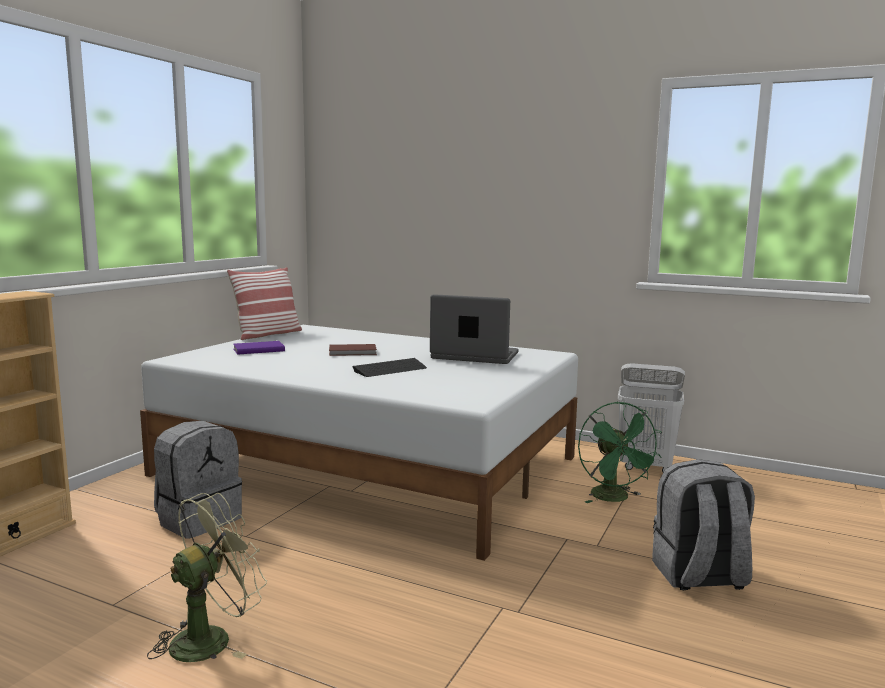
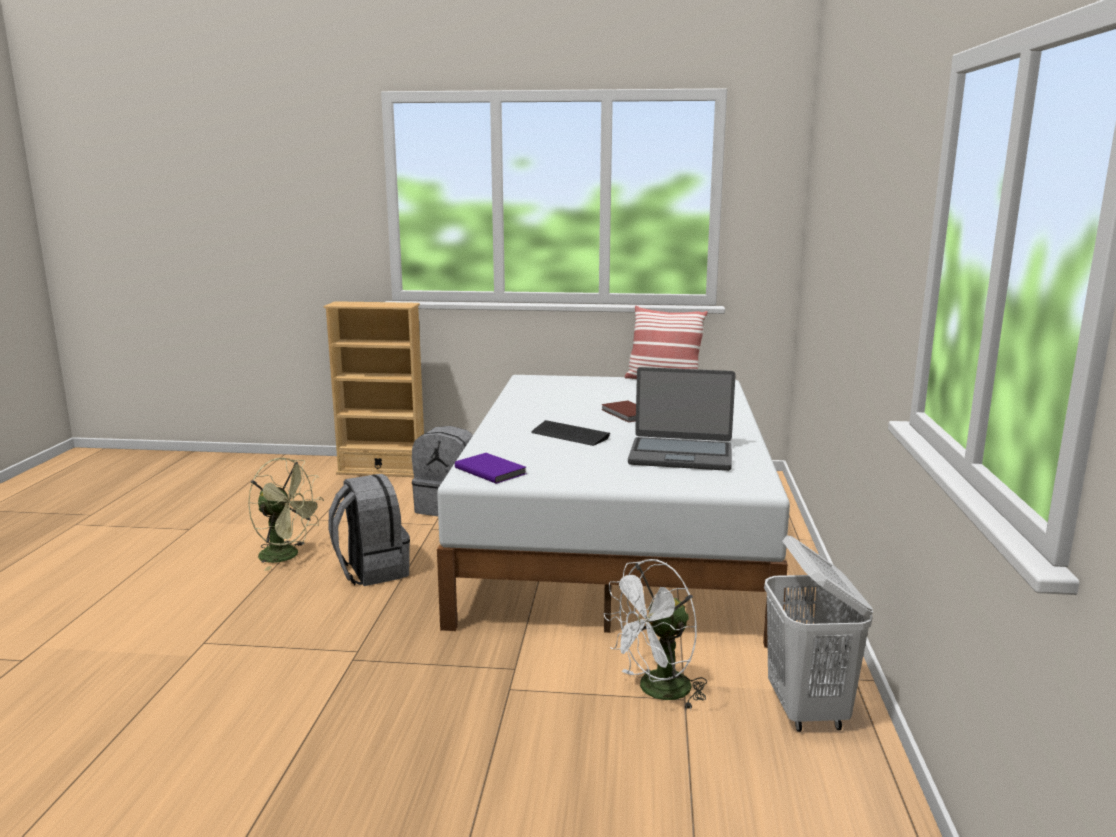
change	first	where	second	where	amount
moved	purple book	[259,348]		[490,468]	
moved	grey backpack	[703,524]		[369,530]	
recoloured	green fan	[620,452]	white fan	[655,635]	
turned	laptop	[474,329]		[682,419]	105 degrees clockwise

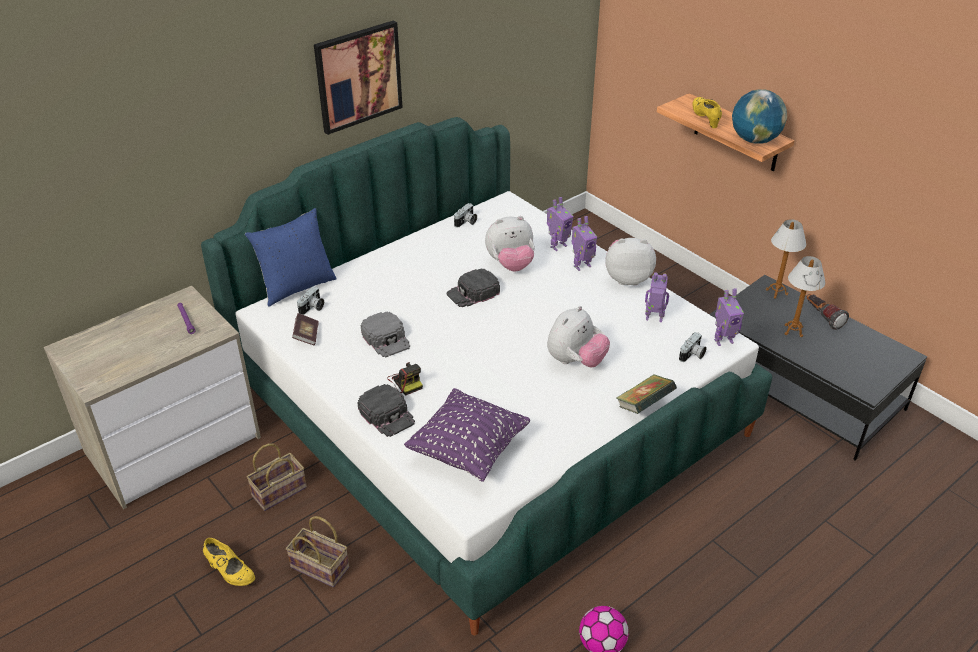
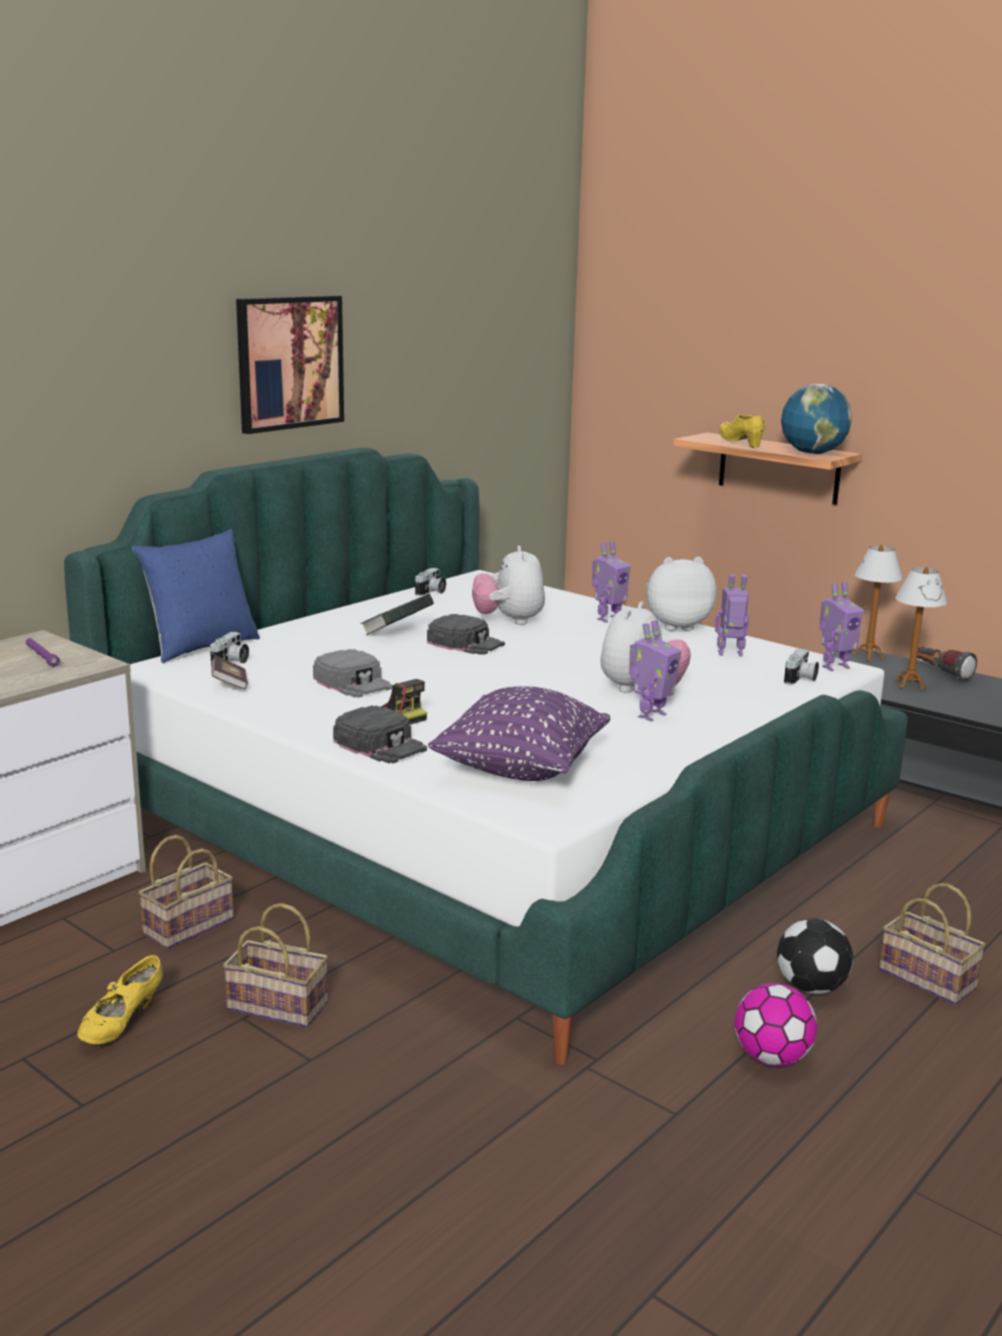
change	first	where	second	where	amount
added			football	[815,956]	
added			basket	[932,944]	
moved	toy robot	[560,224]		[655,670]	
moved	book	[646,394]		[397,615]	
turned	yellow shoe	[229,562]		[120,1000]	90 degrees clockwise
turned	black cap	[473,287]		[466,634]	105 degrees counterclockwise
turned	plush toy	[510,243]		[508,585]	105 degrees clockwise

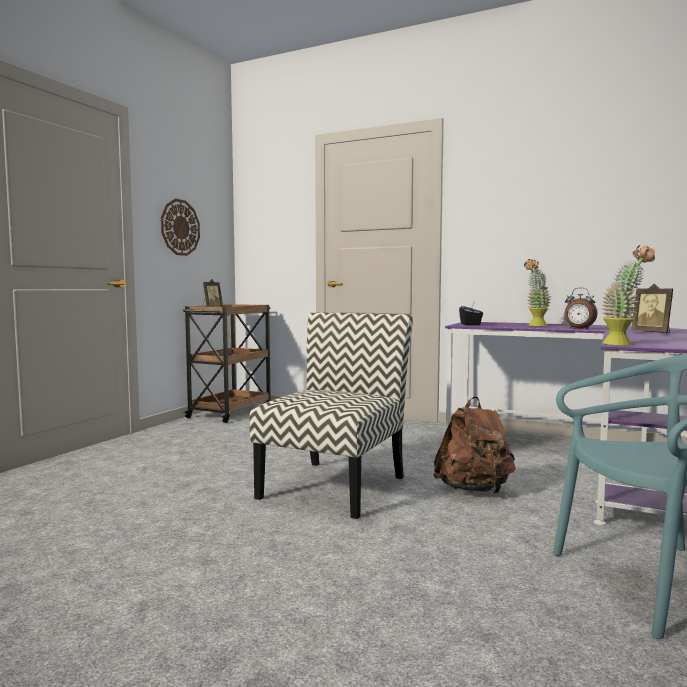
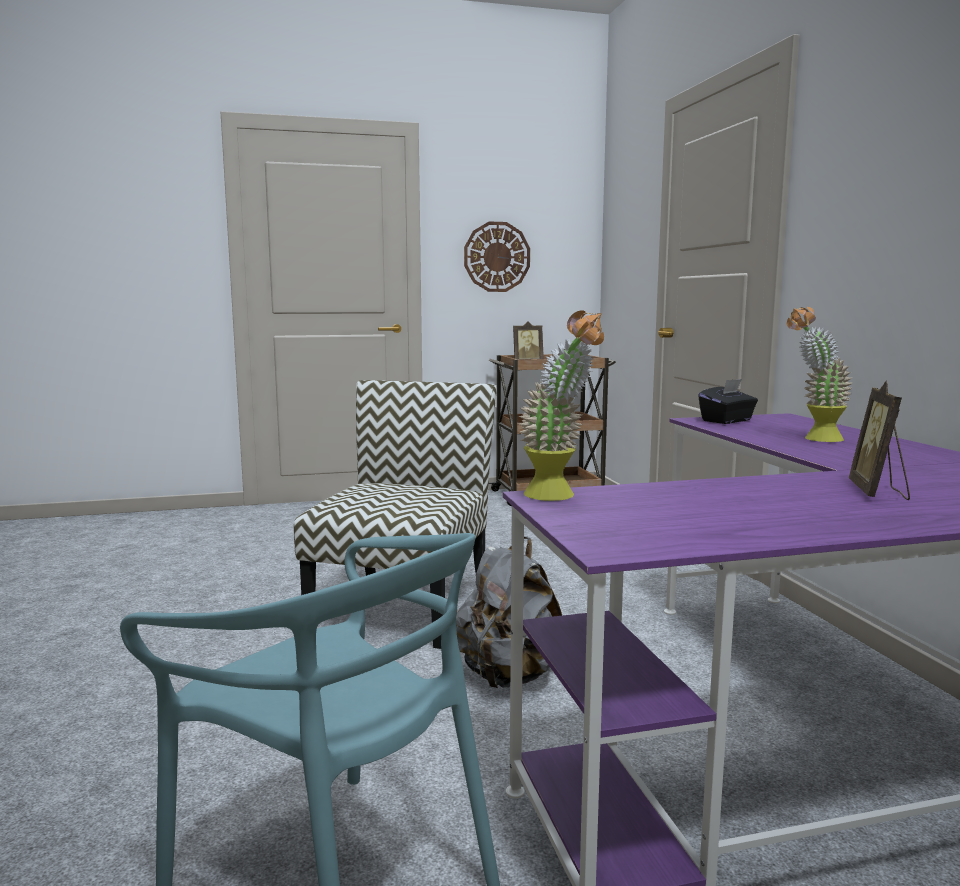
change	first	where	second	where	amount
removed	alarm clock	[581,308]			
recoloured	brown backpack	[474,445]	grey backpack	[509,612]	
turned	chair	[331,415]		[395,514]	60 degrees counterclockwise

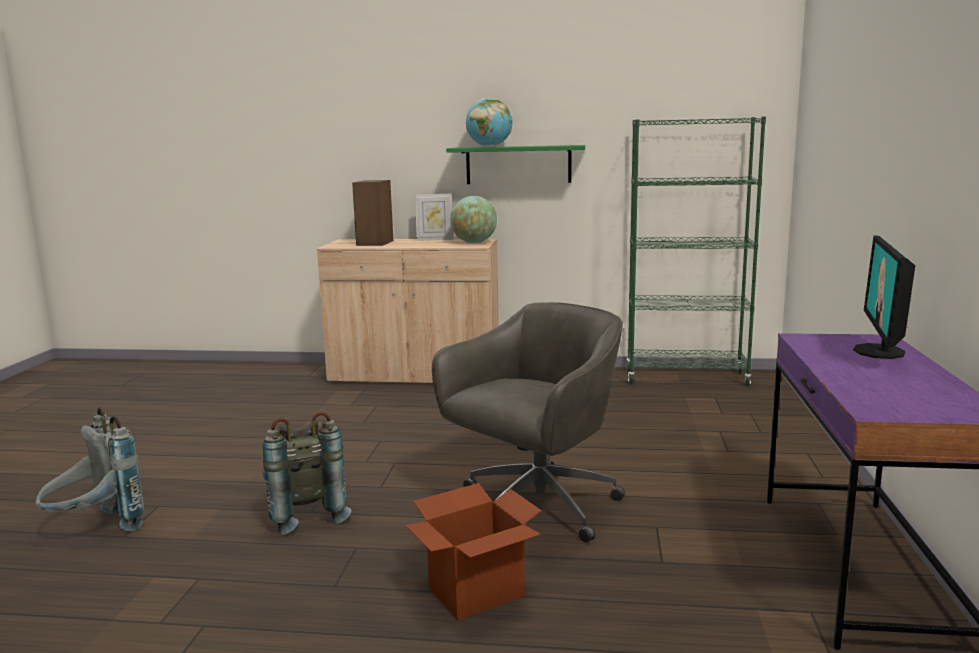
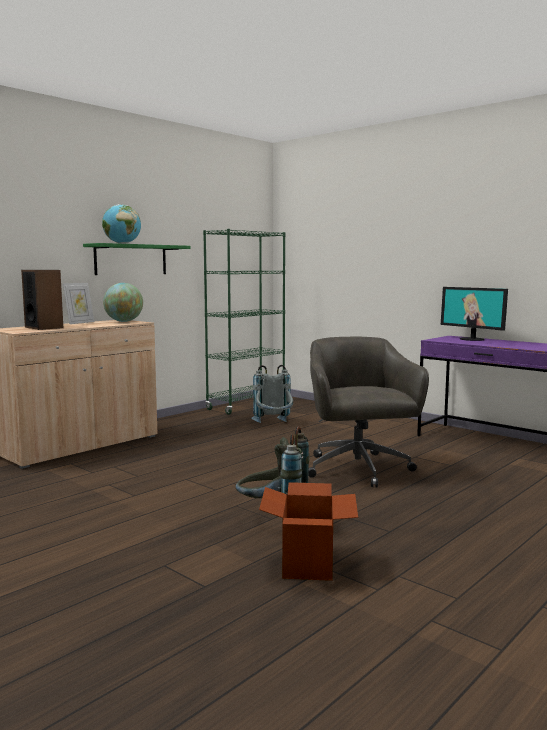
change	first	where	second	where	amount
moved	grey backpack	[89,469]		[272,394]	
moved	cardboard box	[473,551]		[308,531]	

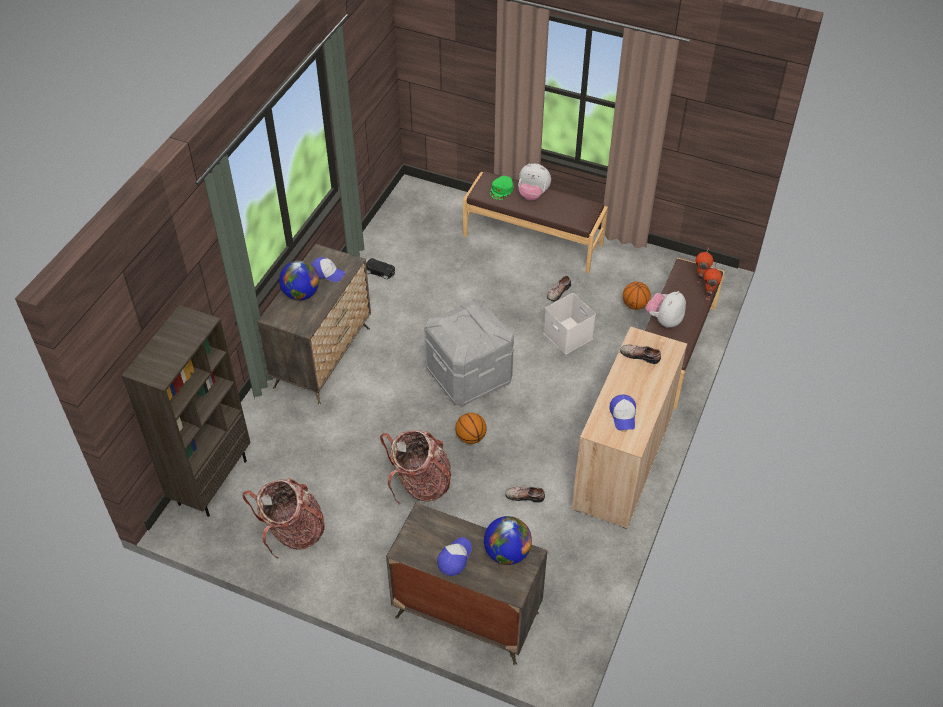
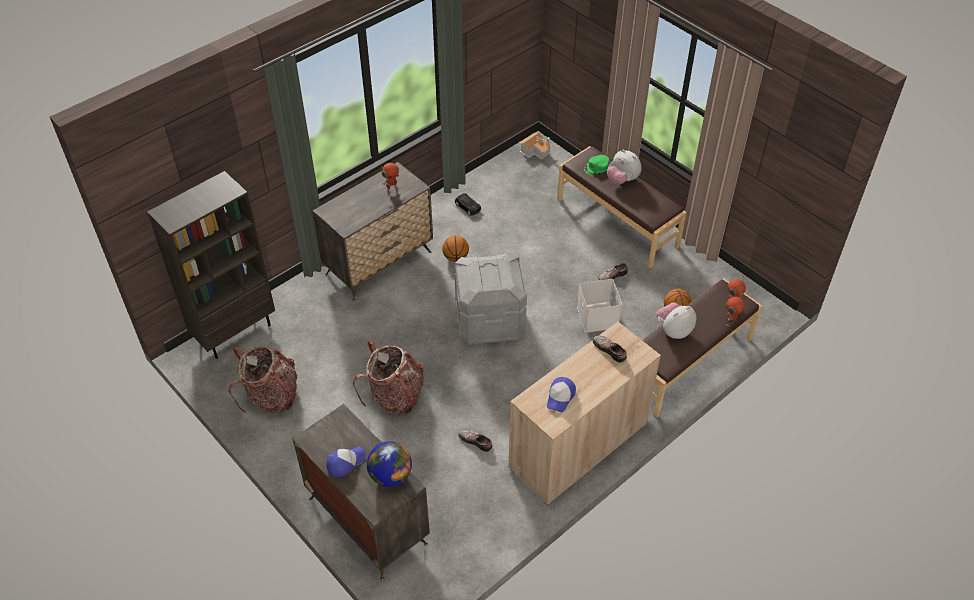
change	first	where	second	where	amount
removed	globe	[299,280]			
added			toy house	[535,146]	
moved	basketball	[471,428]		[455,248]	
replaced	cap	[328,269]	toy robot	[390,178]	

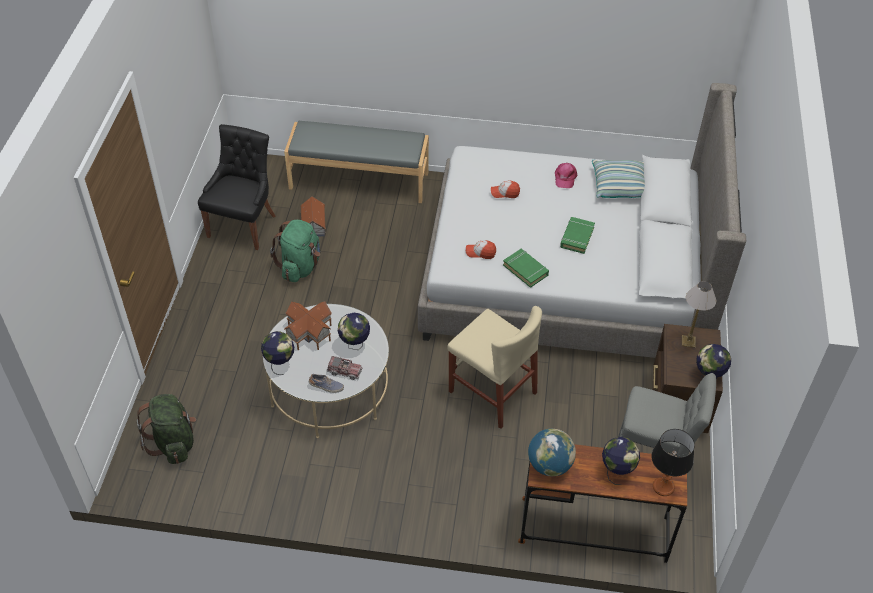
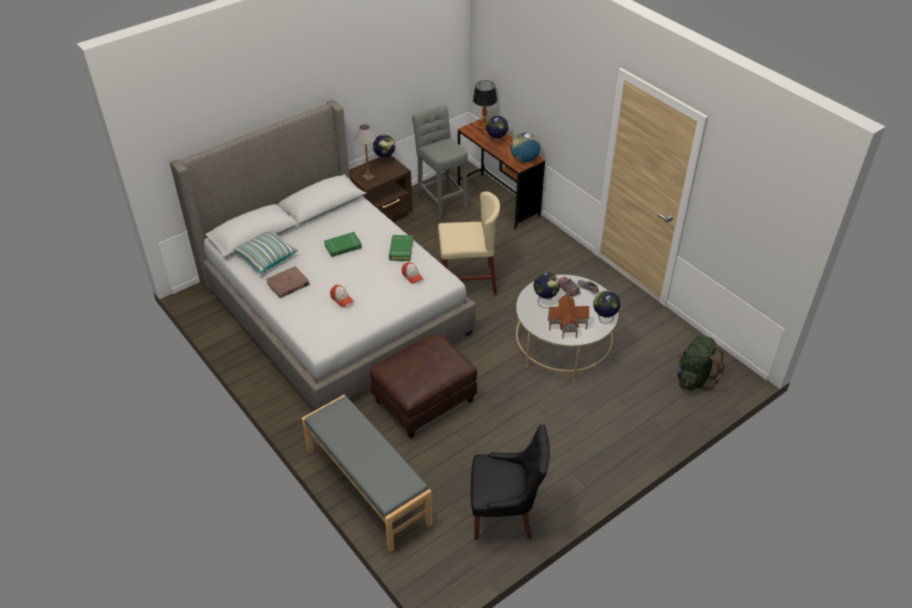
change	first	where	second	where	amount
removed	green backpack	[295,251]			
removed	toy house	[313,216]			
added			brown ottoman	[423,385]	
replaced	pink cap	[566,175]	brown book	[288,282]	
turned	black chair	[237,187]		[510,482]	150 degrees counterclockwise
turned	beige chair	[494,367]		[469,243]	90 degrees clockwise

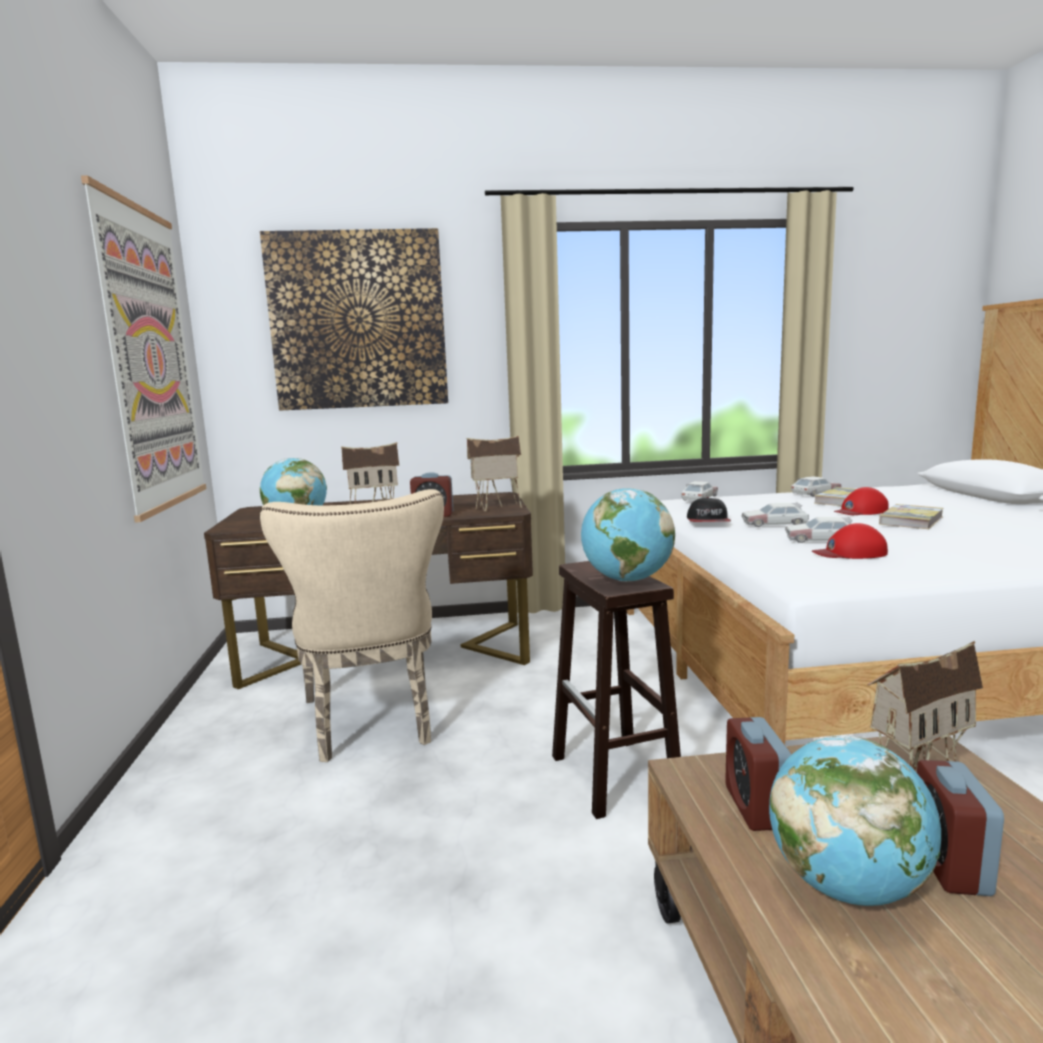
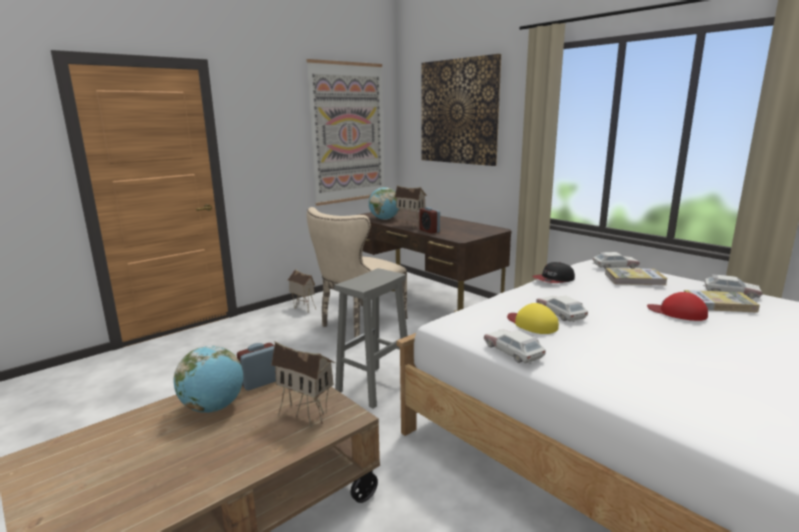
change	first	where	second	where	amount
removed	globe	[628,535]			
removed	alarm clock	[960,828]			
moved	toy house	[494,474]		[302,291]	
moved	toy car	[775,514]		[515,346]	
moved	book	[911,516]		[636,276]	
recoloured	brown stool	[616,690]	grey stool	[371,338]	
recoloured	red cap	[850,541]	yellow cap	[533,318]	

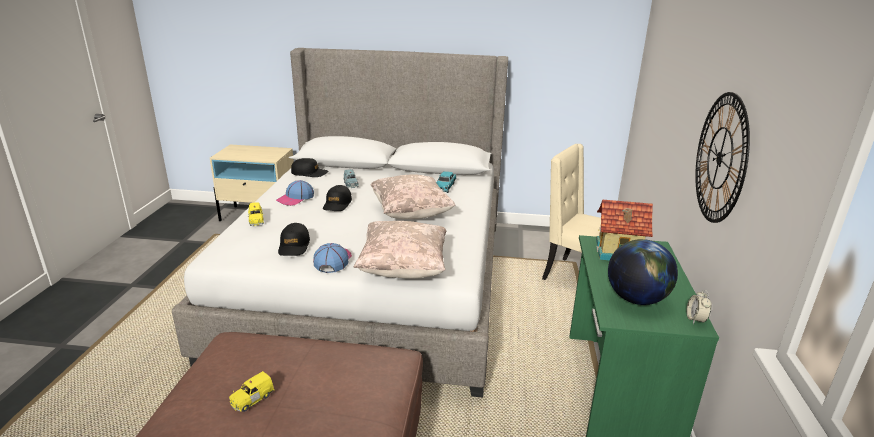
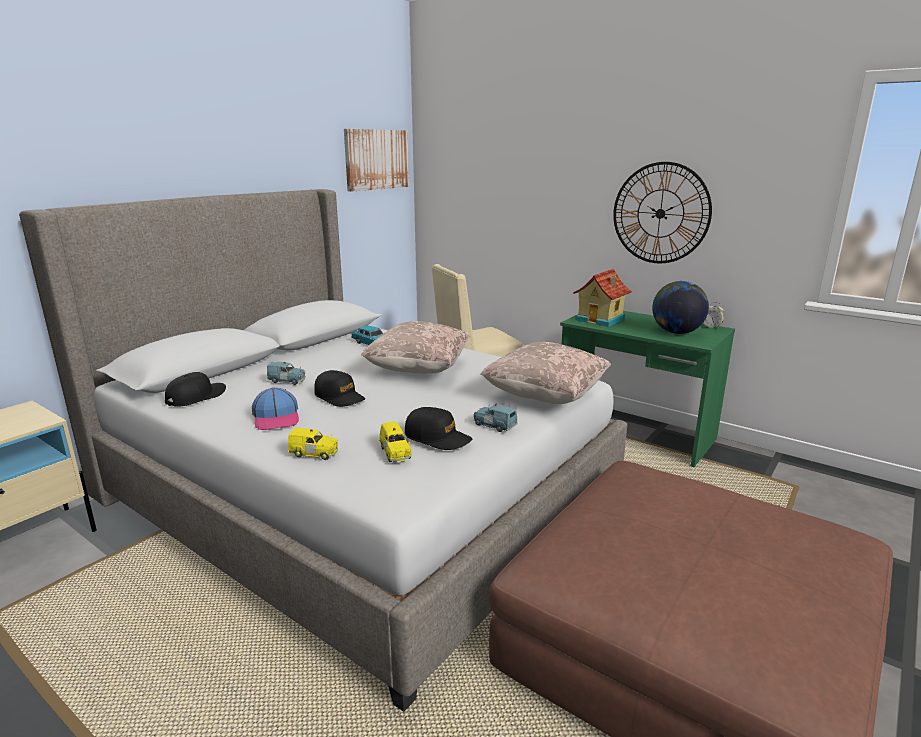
change	first	where	second	where	amount
added			picture	[376,160]	
moved	yellow toy car	[251,391]		[395,442]	
replaced	cap	[332,258]	blue toy car	[496,418]	

